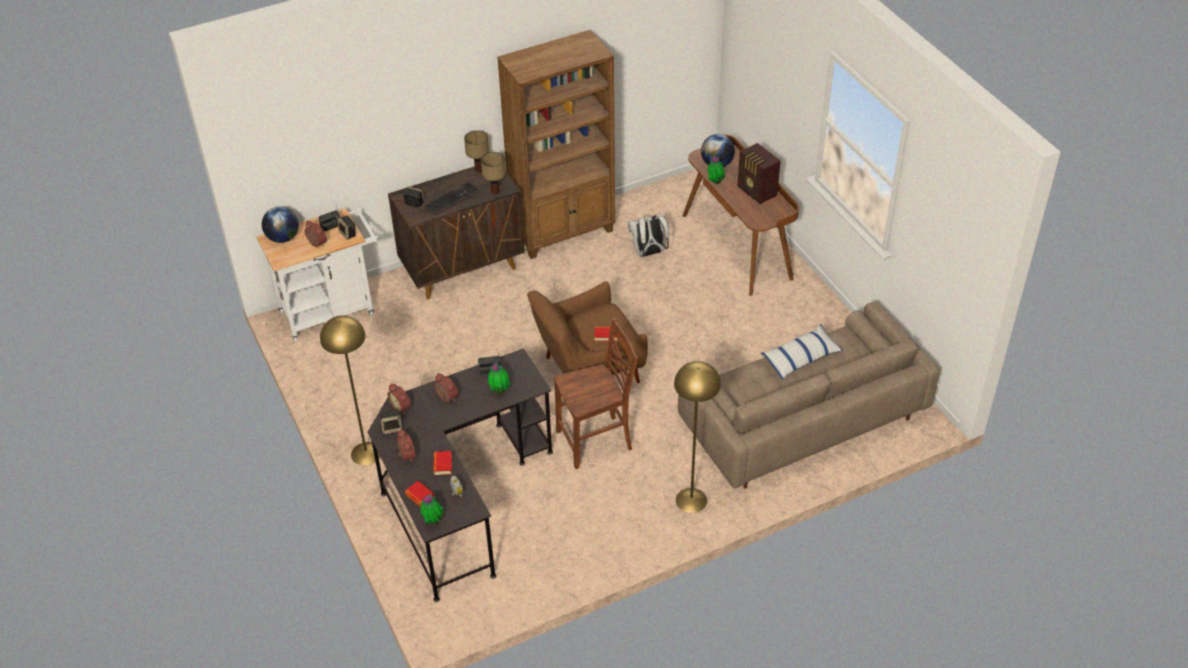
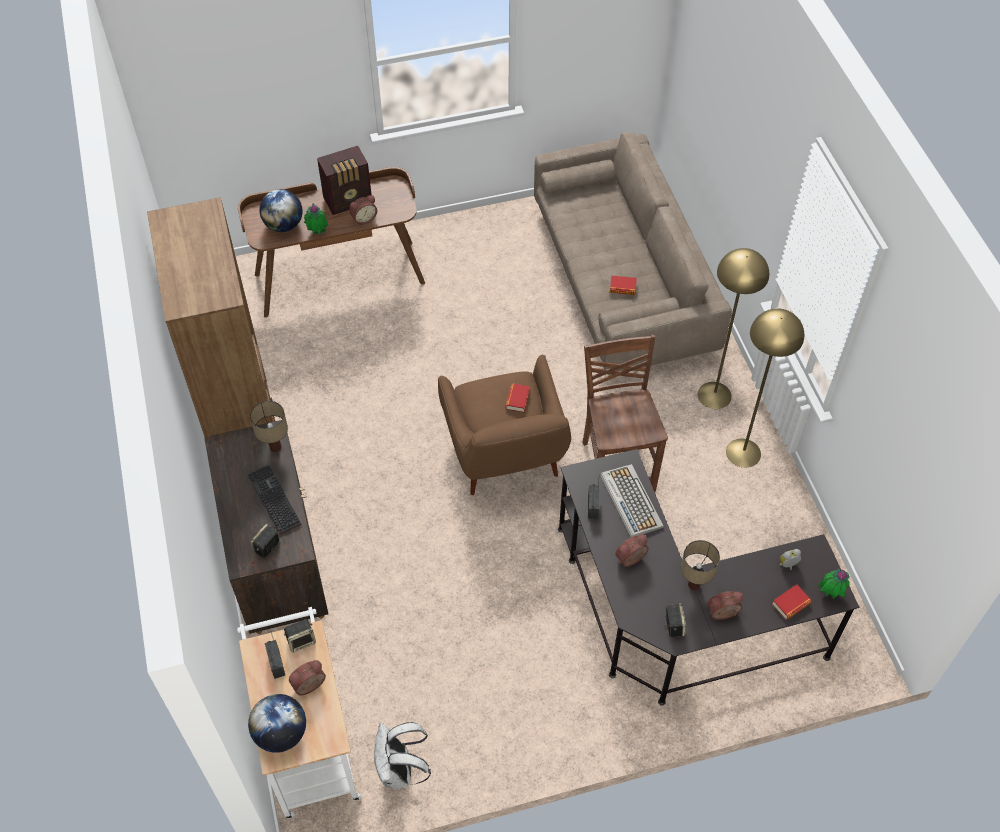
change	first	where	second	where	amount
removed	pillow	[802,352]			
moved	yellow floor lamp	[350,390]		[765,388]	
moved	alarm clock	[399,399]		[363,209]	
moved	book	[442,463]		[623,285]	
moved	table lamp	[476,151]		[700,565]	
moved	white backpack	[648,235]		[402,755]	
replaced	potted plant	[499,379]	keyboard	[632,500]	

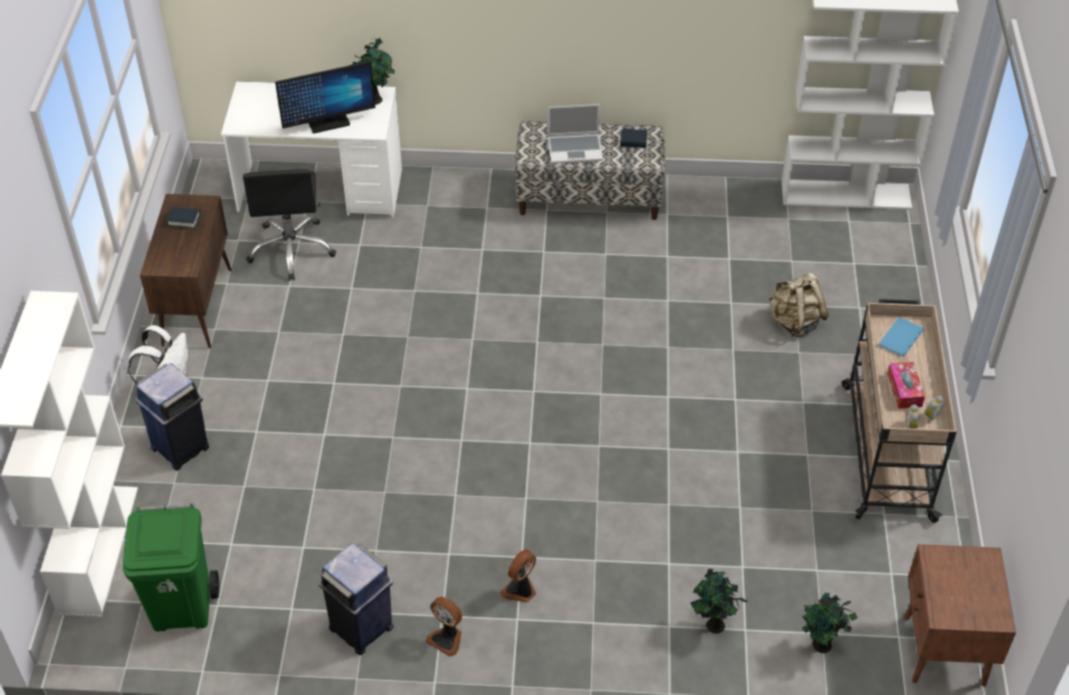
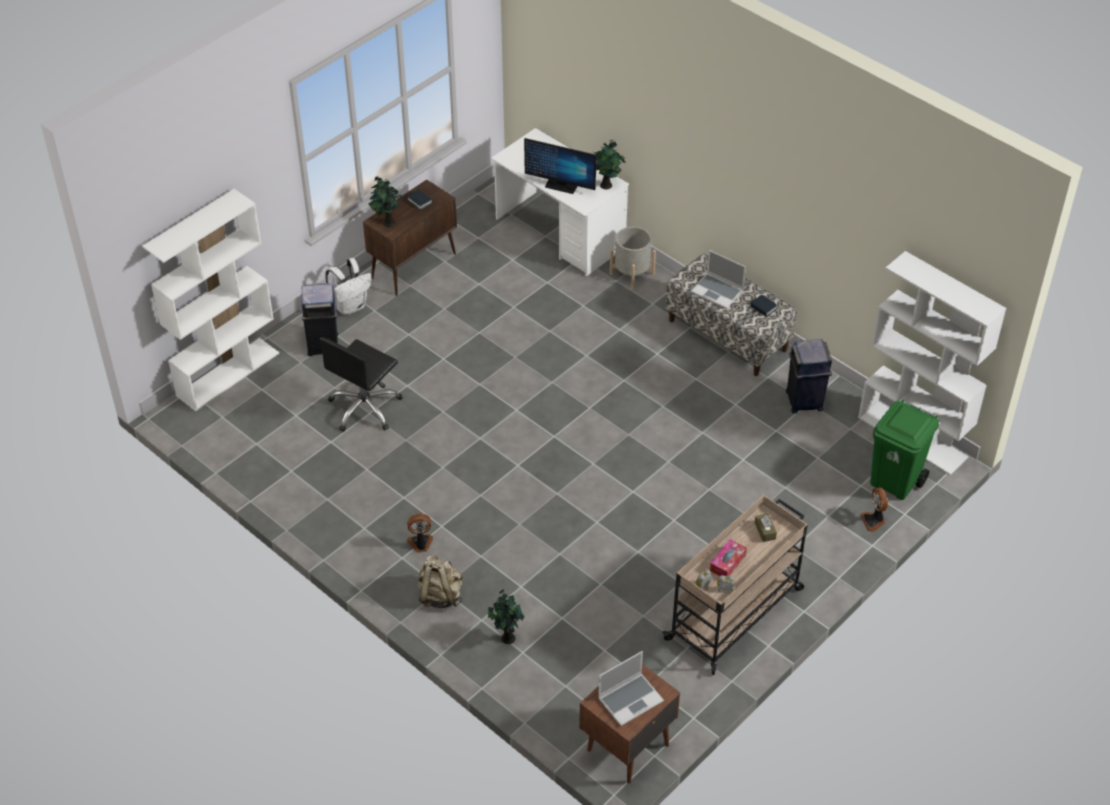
change	first	where	second	where	amount
added			laptop	[631,688]	
added			grey planter	[633,258]	
moved	green trash can	[171,567]		[904,450]	
moved	black office chair	[289,225]		[361,384]	
moved	blue trash can	[356,599]		[809,376]	
moved	fan	[444,627]		[874,509]	
moved	beige backpack	[798,304]		[439,582]	
moved	potted plant	[830,623]		[386,201]	
replaced	blue book	[901,337]	brown tissue box	[766,527]	

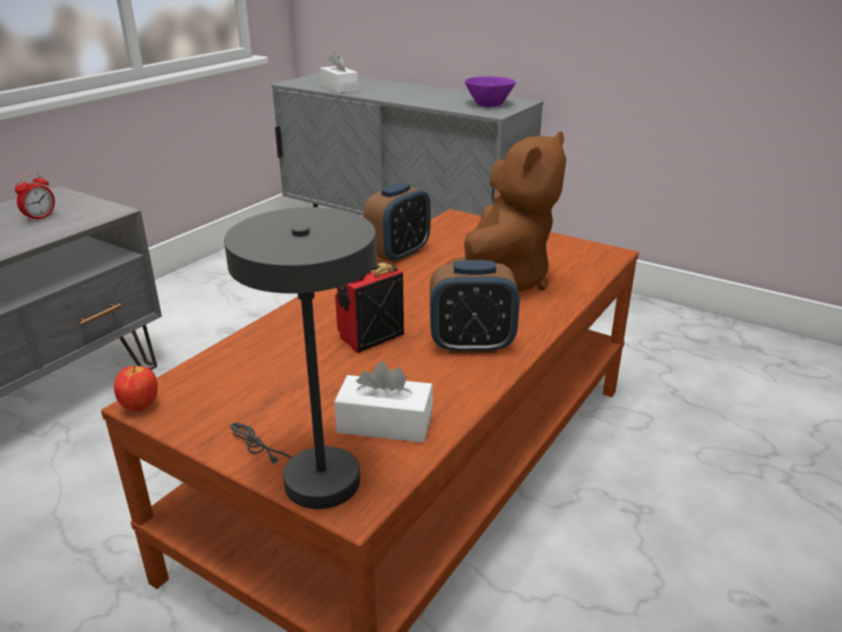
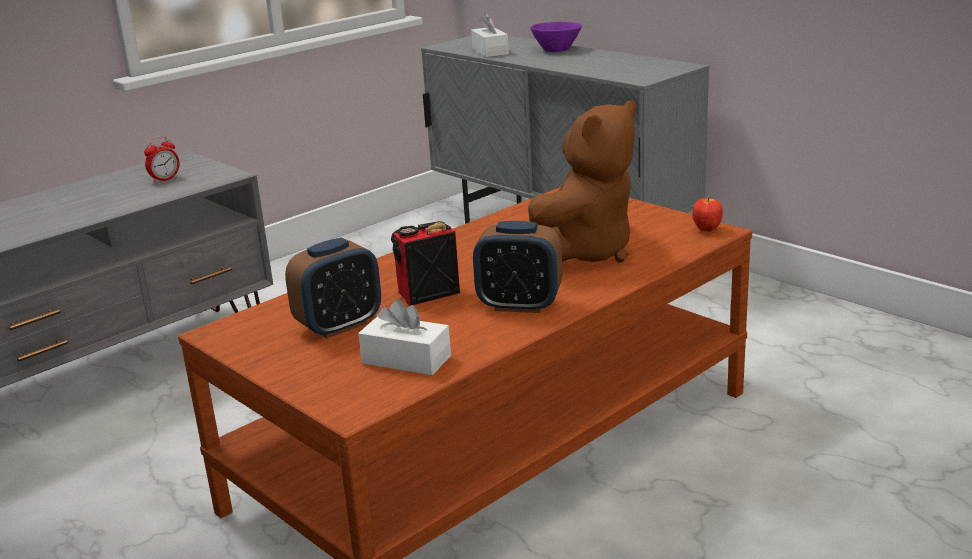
change	first	where	second	where	amount
removed	grey table lamp	[300,358]			
moved	apple	[136,388]		[707,215]	
moved	alarm clock	[397,222]		[333,288]	
moved	purple bowl	[490,91]		[556,37]	

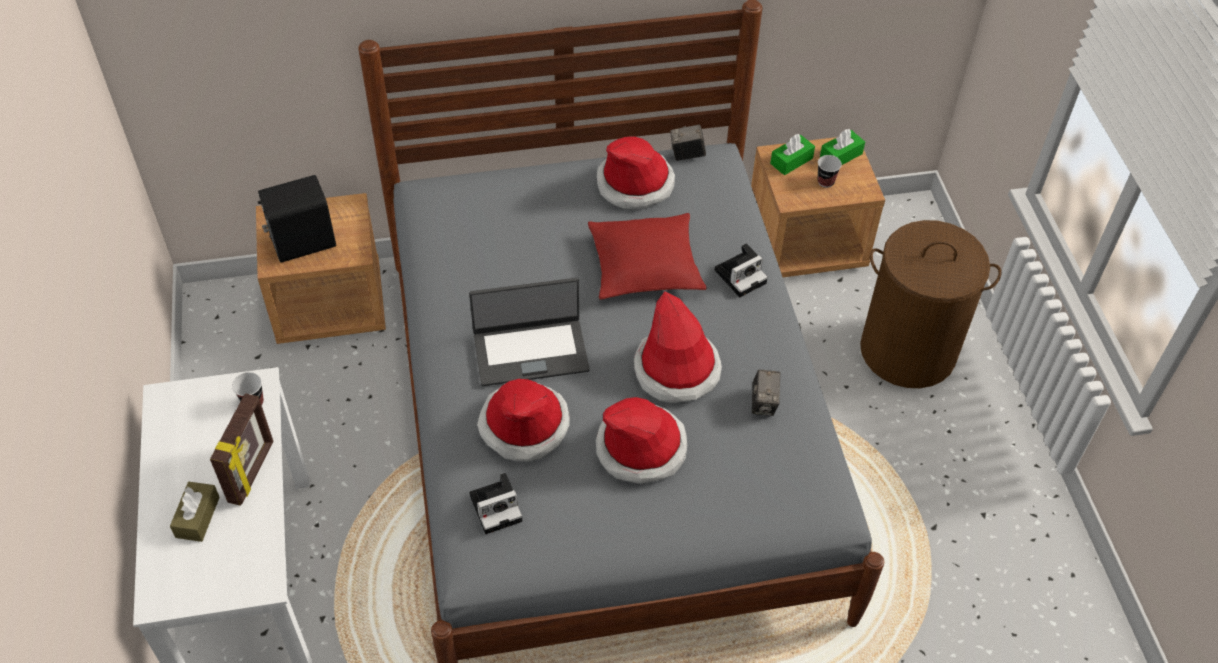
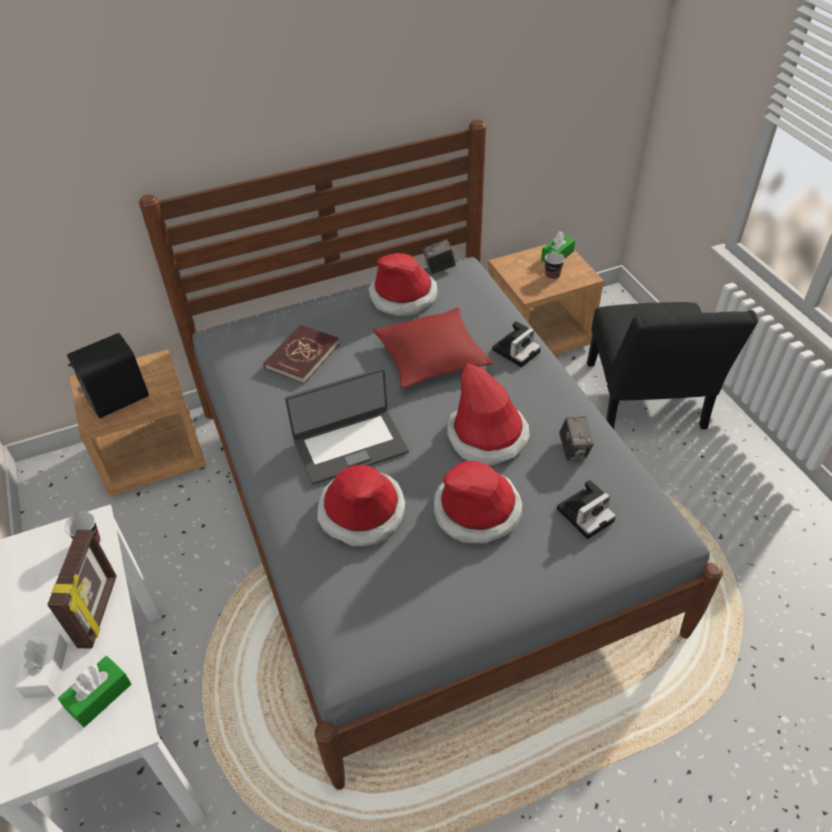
change	first	where	second	where	amount
added			red book	[301,354]	
moved	photo camera	[495,503]		[586,509]	
moved	green tissue box	[792,154]		[95,691]	
replaced	brown laundry basket	[931,304]	black chair	[672,365]	
recoloured	brown tissue box	[195,512]	white tissue box	[41,666]	

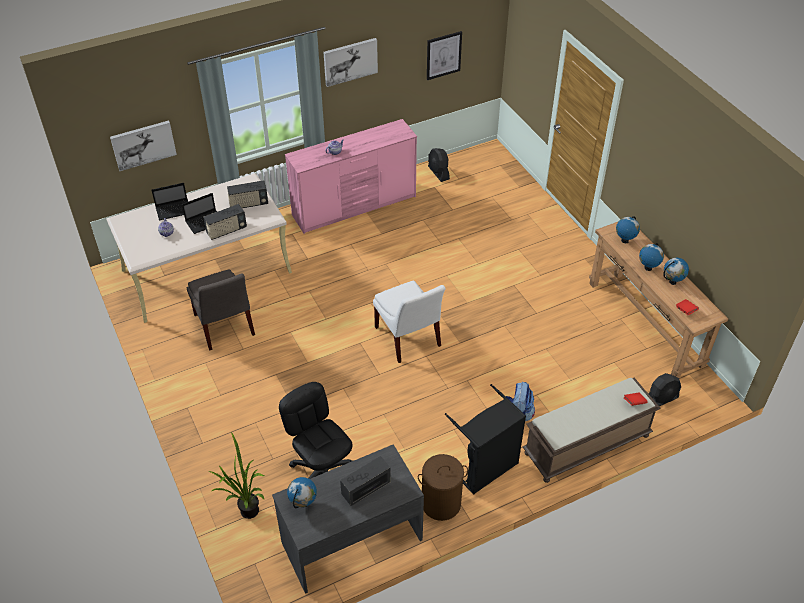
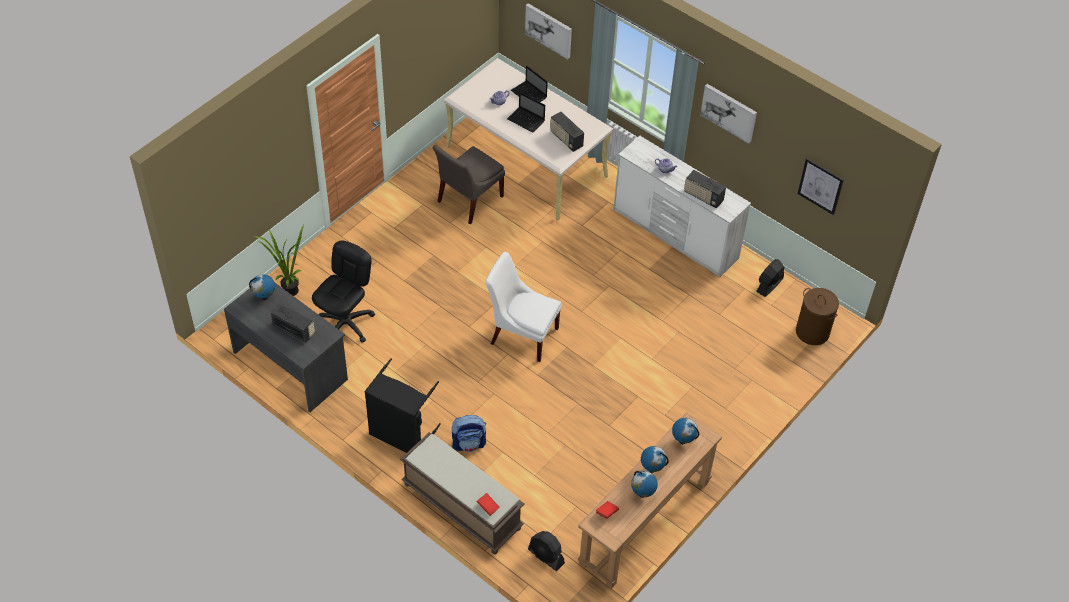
change	first	where	second	where	amount
moved	radio	[225,222]		[705,189]	
moved	brown laundry basket	[443,487]		[817,316]	
recoloured	pink dresser	[351,176]	white dresser	[682,207]	
turned	white chair	[409,322]		[524,307]	75 degrees clockwise

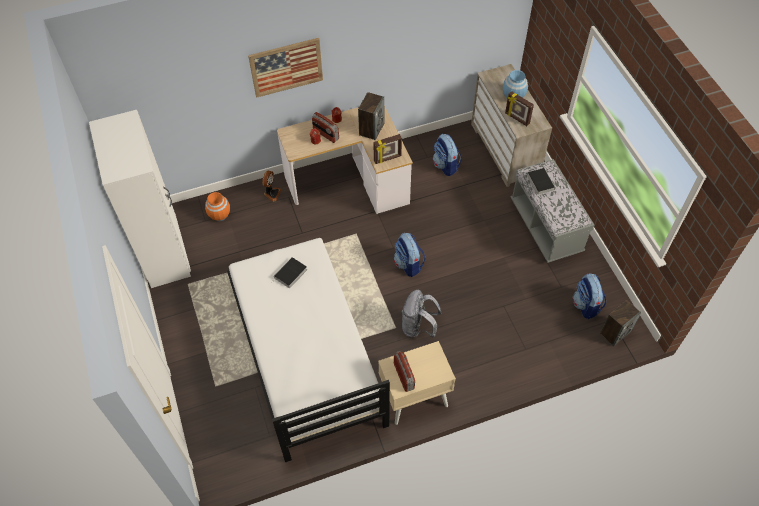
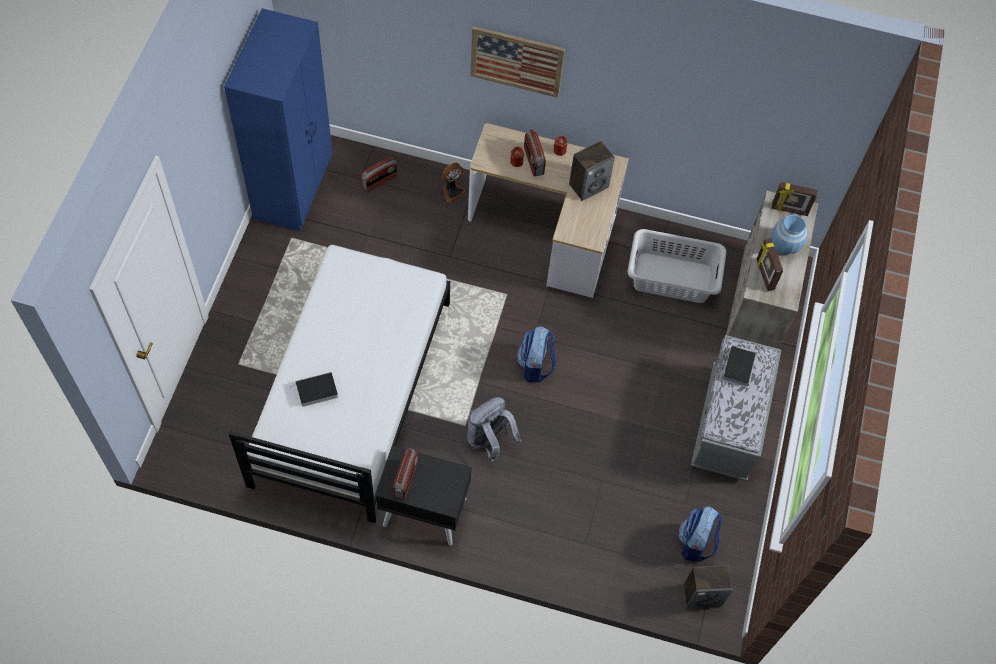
change	first	where	second	where	amount
moved	book	[289,272]		[314,389]	
moved	picture frame	[387,149]		[794,199]	
replaced	orange vase	[217,206]	radio	[379,174]	
replaced	backpack	[447,155]	grey laundry basket	[677,266]	
recoloured	white wardrobe	[140,199]	blue wardrobe	[278,120]	
recoloured	beige nightstand	[417,383]	black nightstand	[424,496]	

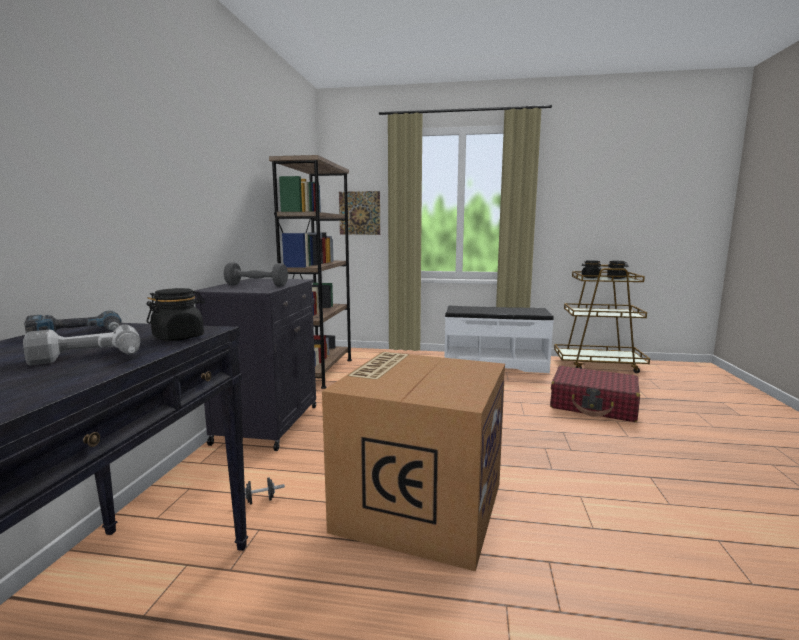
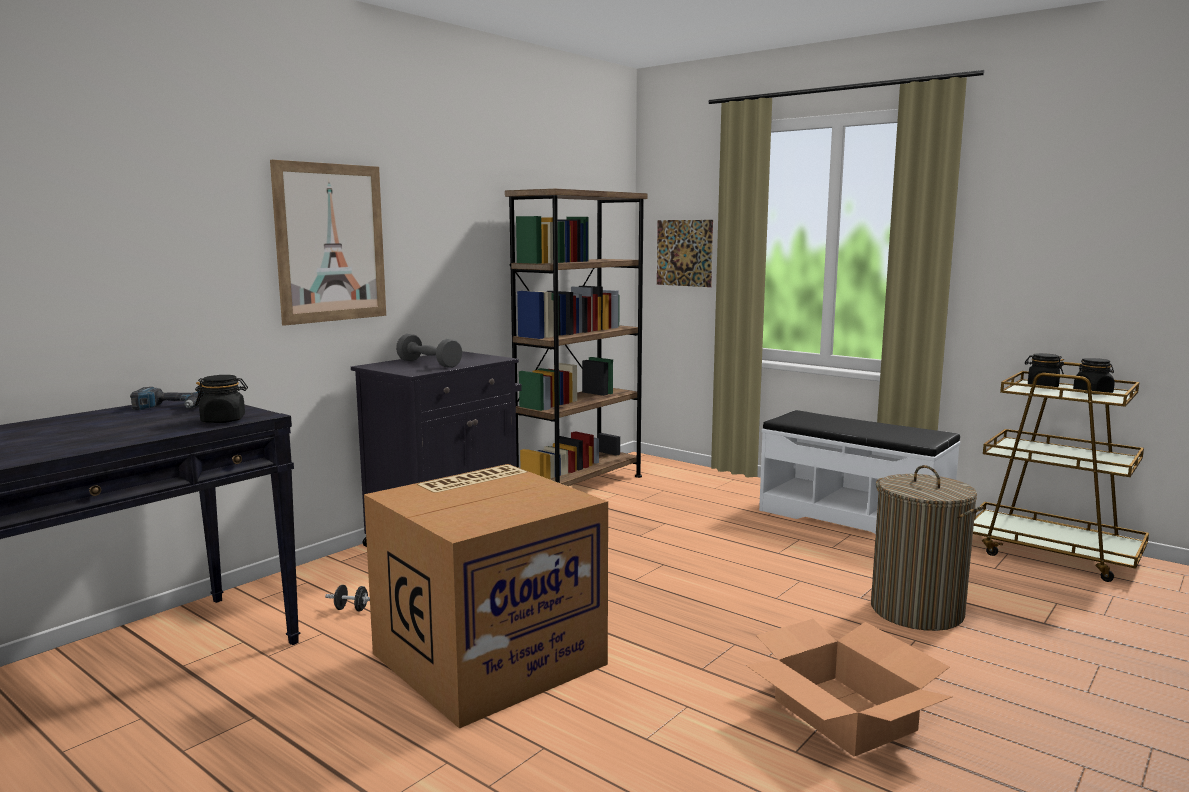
change	first	where	second	where	amount
removed	power drill	[82,345]			
added			picture	[328,243]	
added			cardboard box	[849,687]	
replaced	red suitcase	[595,394]	laundry basket	[927,548]	

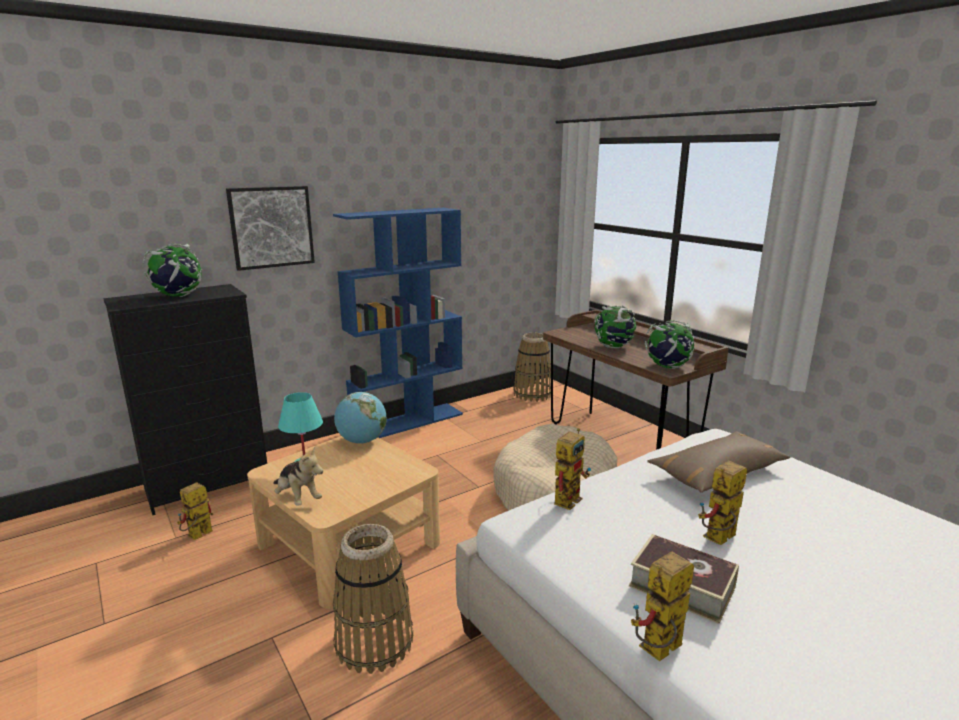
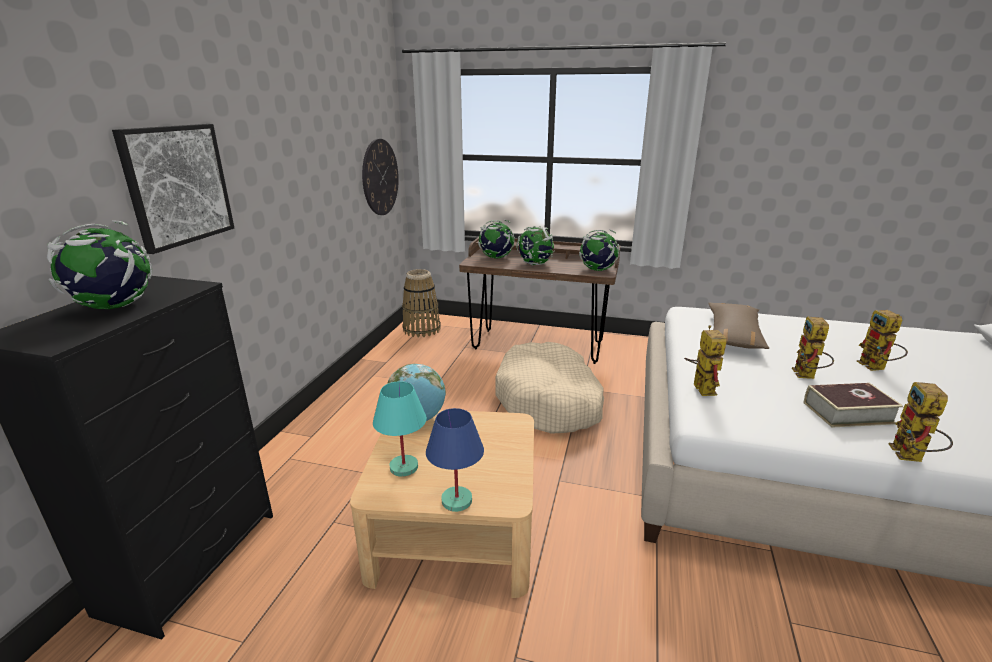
change	first	where	second	where	amount
removed	blue bookcase	[398,323]			
removed	basket	[373,599]			
added			wall clock	[380,177]	
added			globe	[496,239]	
moved	toy robot	[195,511]		[882,340]	
replaced	plush toy	[298,476]	blue table lamp	[455,460]	

